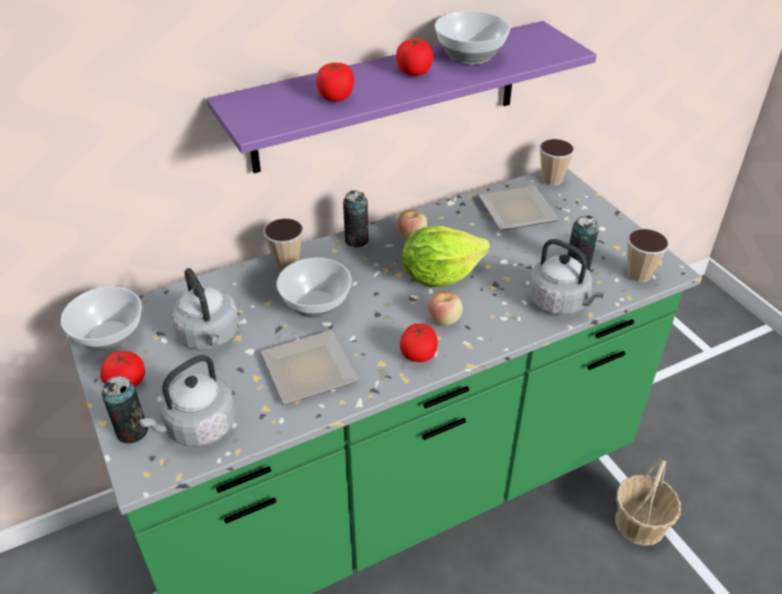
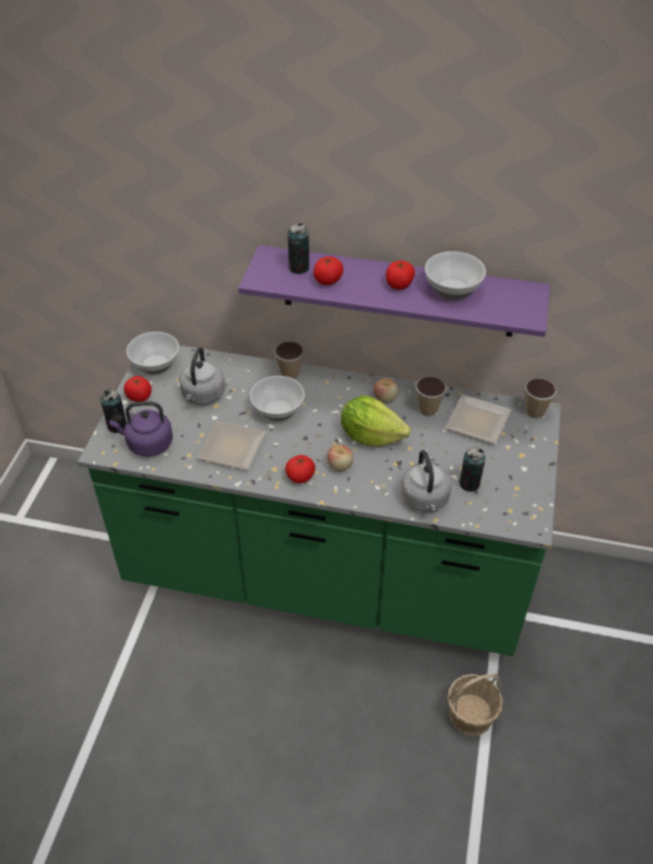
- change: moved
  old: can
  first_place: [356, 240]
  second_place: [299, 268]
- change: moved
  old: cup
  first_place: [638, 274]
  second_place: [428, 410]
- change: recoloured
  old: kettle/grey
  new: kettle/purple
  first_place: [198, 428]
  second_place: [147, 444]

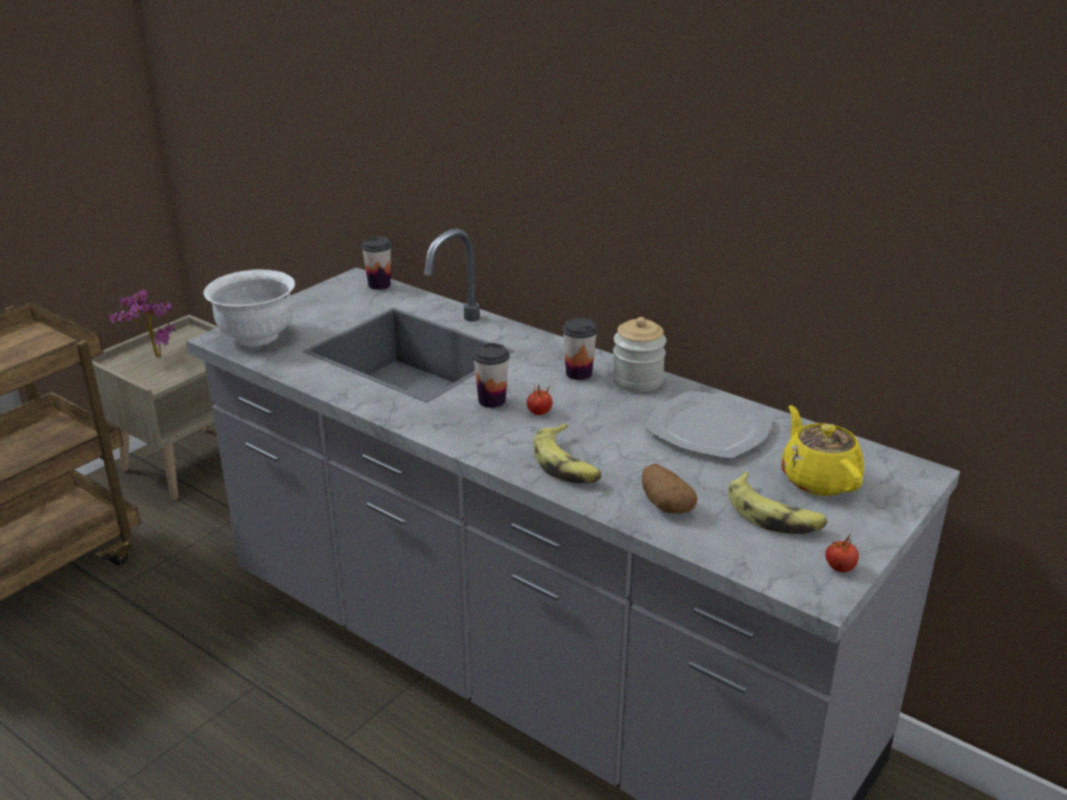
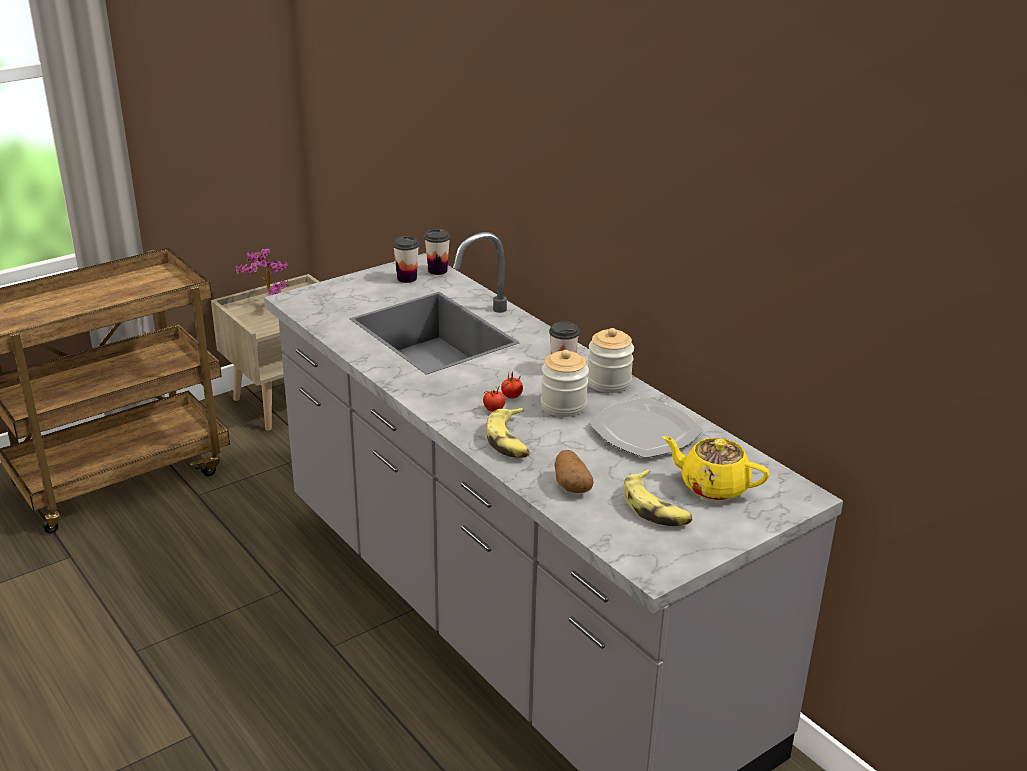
- change: removed
  old: bowl/white
  first_place: [256, 336]
- change: added
  new: jar
  second_place: [563, 406]
- change: moved
  old: cup
  first_place: [492, 401]
  second_place: [407, 278]
- change: moved
  old: tomato
  first_place: [839, 568]
  second_place: [494, 409]
- change: turned
  old: teapot/yellow
  first_place: [818, 479]
  second_place: [712, 486]
  degrees: -60

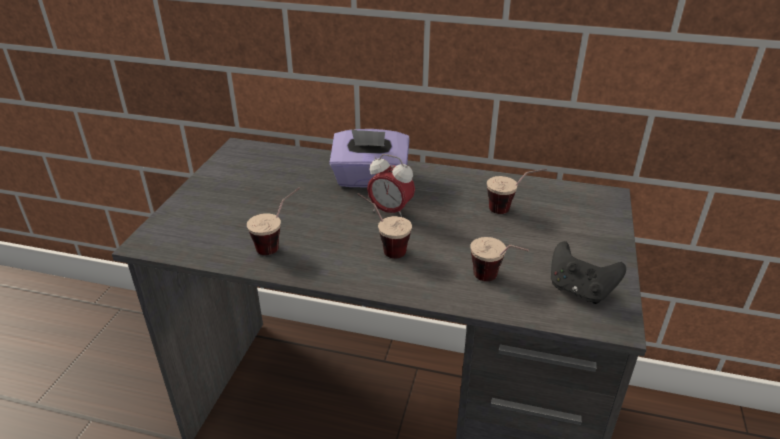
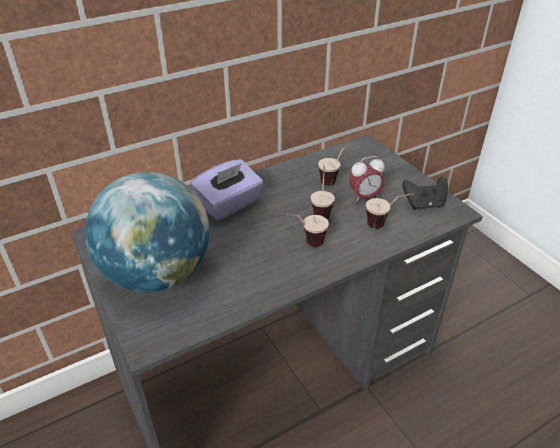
- change: added
  new: globe
  second_place: [158, 274]
- change: moved
  old: cup
  first_place: [279, 244]
  second_place: [321, 210]
- change: moved
  old: alarm clock
  first_place: [390, 211]
  second_place: [364, 197]

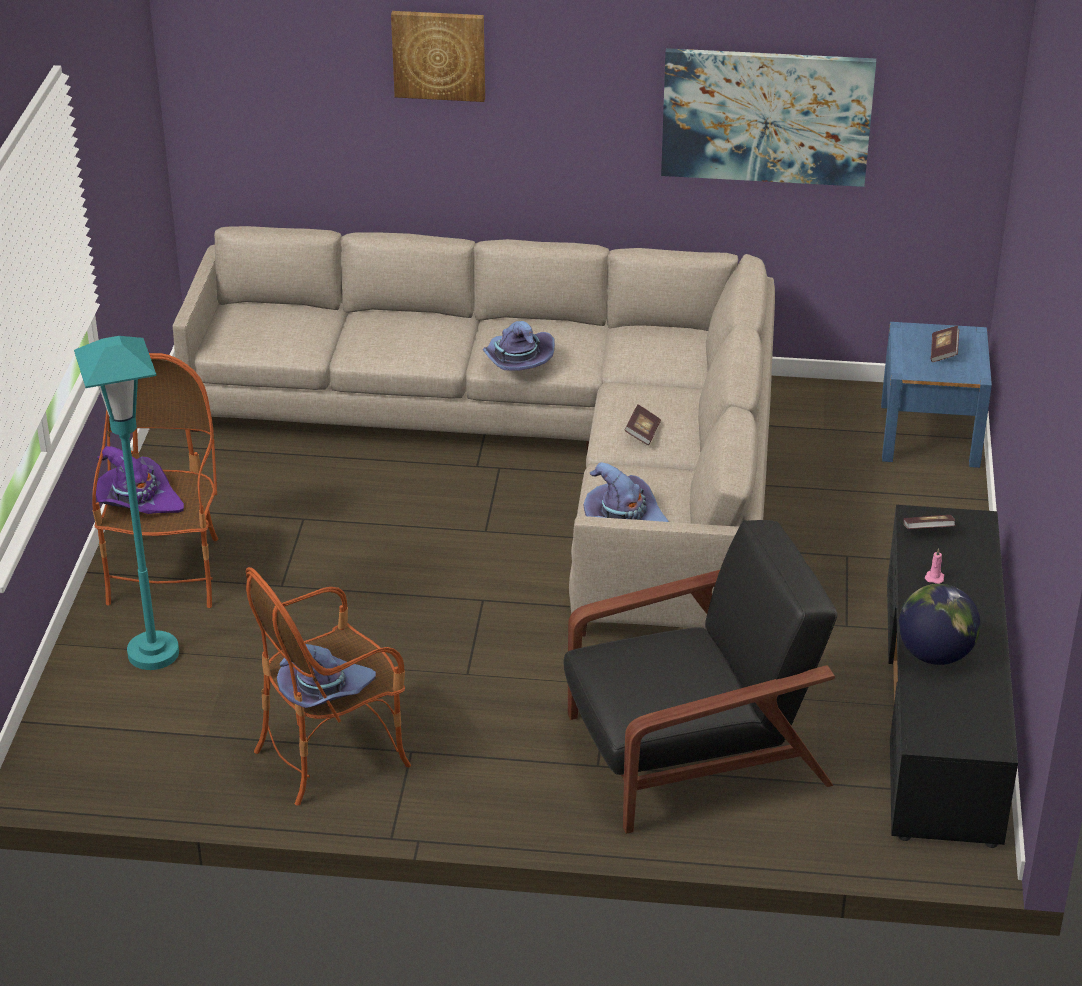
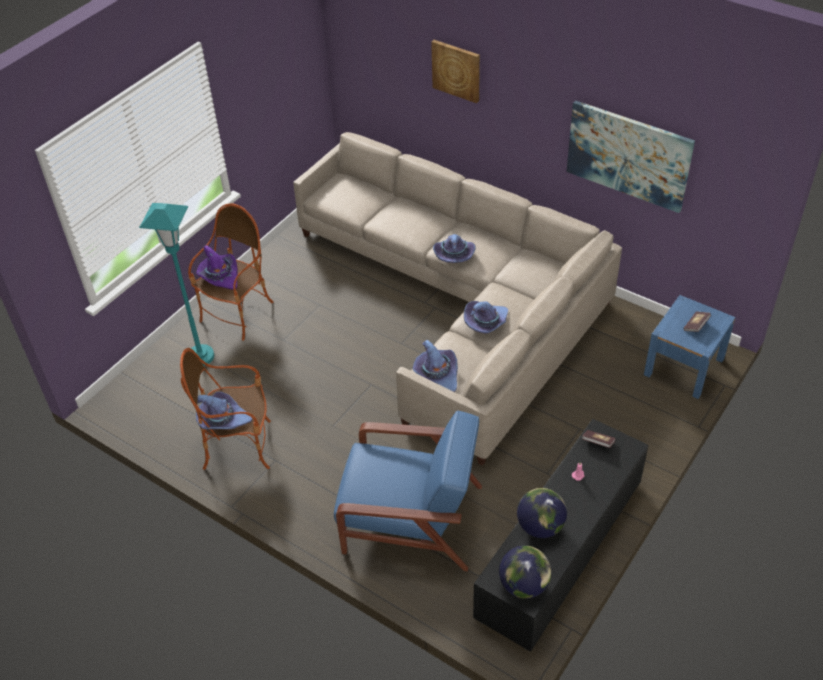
- change: added
  new: globe
  second_place: [524, 585]
- change: replaced
  old: book
  new: hat/purple
  first_place: [642, 433]
  second_place: [486, 322]
- change: recoloured
  old: armchair/black
  new: armchair/blue
  first_place: [691, 751]
  second_place: [409, 518]

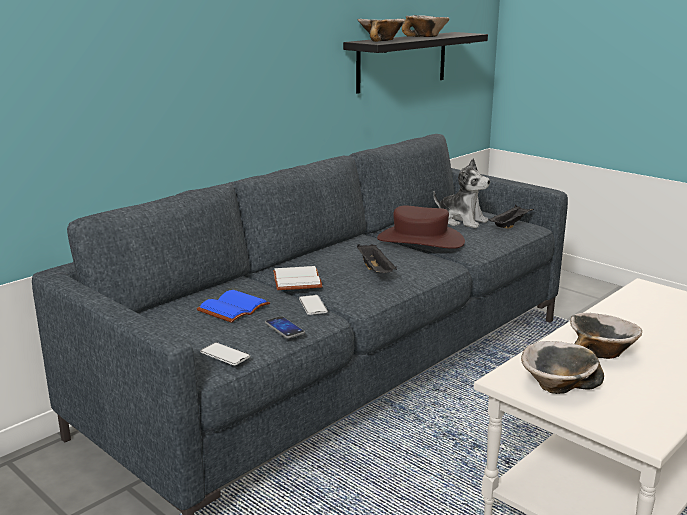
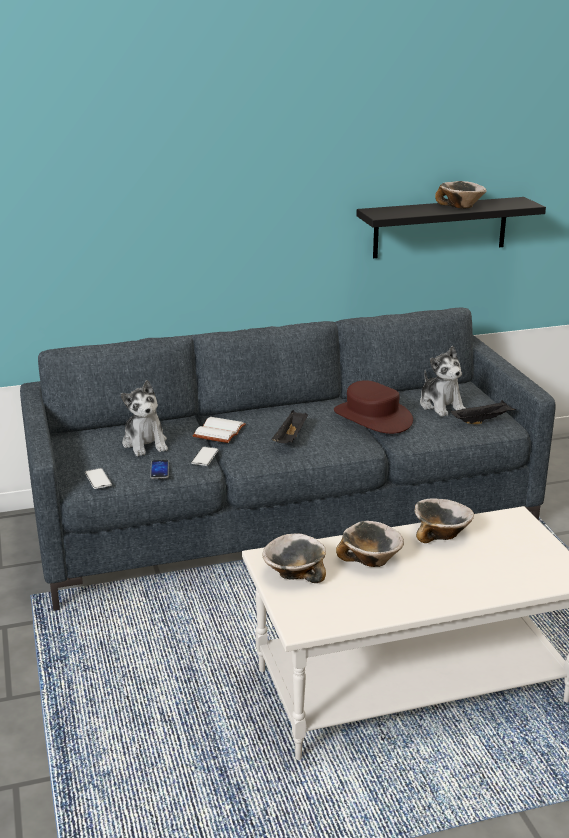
- change: moved
  old: bowl
  first_place: [381, 40]
  second_place: [441, 534]
- change: replaced
  old: book/blue
  new: plush toy
  first_place: [233, 307]
  second_place: [145, 443]

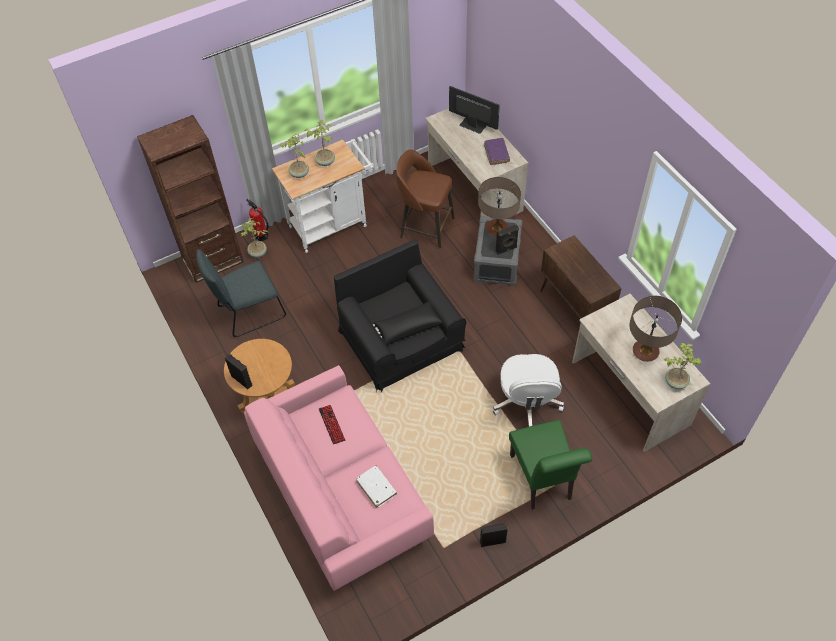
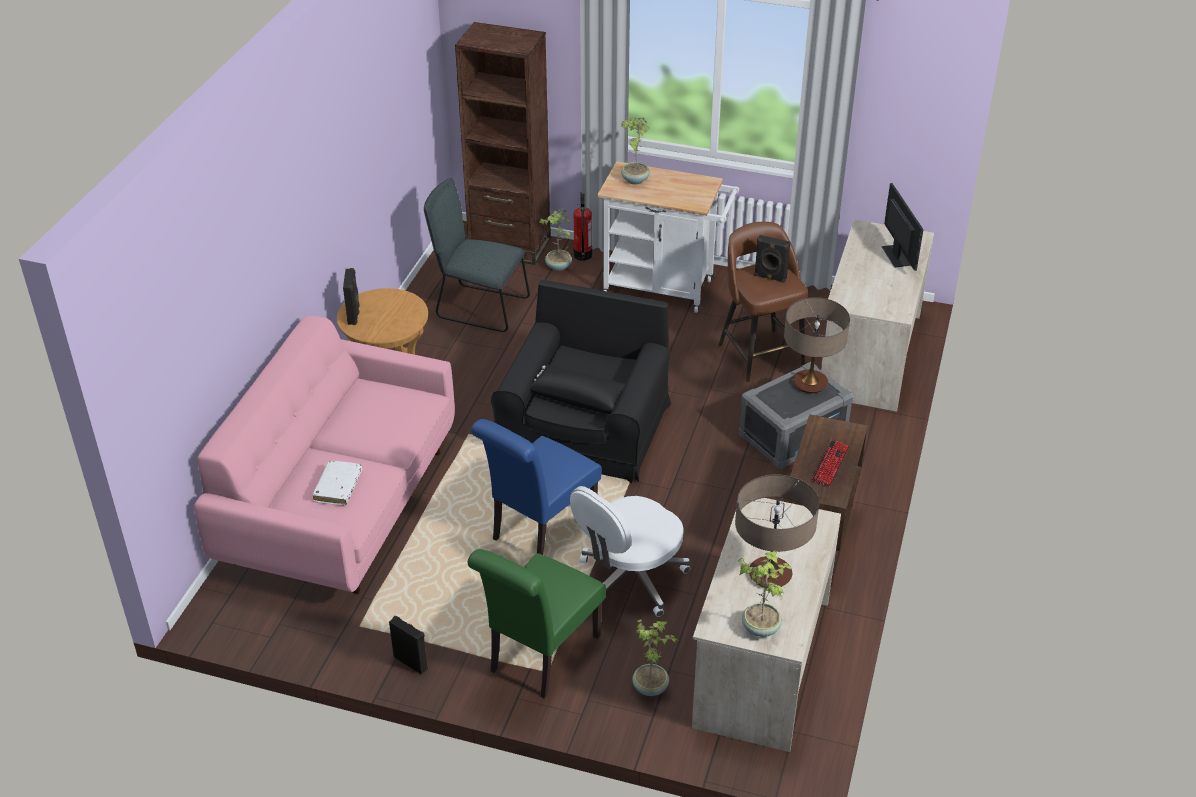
- change: removed
  old: book/purple
  first_place: [496, 154]
- change: added
  new: chair/blue
  second_place: [539, 531]
- change: moved
  old: potted plant
  first_place: [325, 161]
  second_place: [651, 686]
- change: moved
  old: keyboard
  first_place: [331, 425]
  second_place: [830, 464]
- change: moved
  old: speaker/black
  first_place: [506, 249]
  second_place: [770, 277]

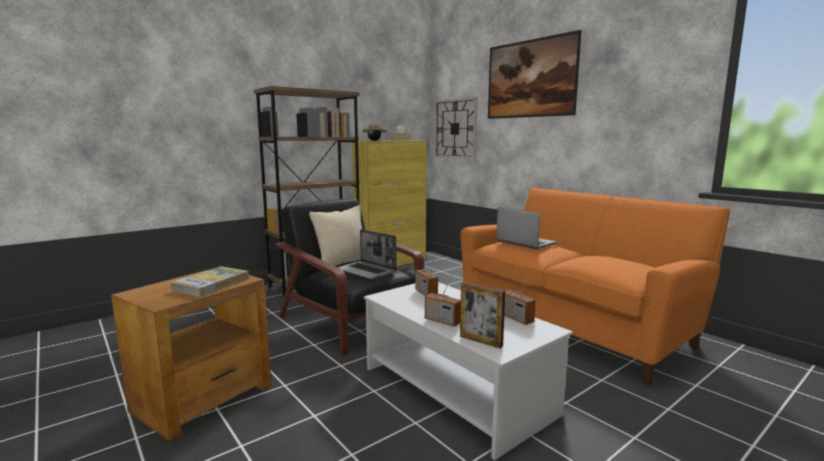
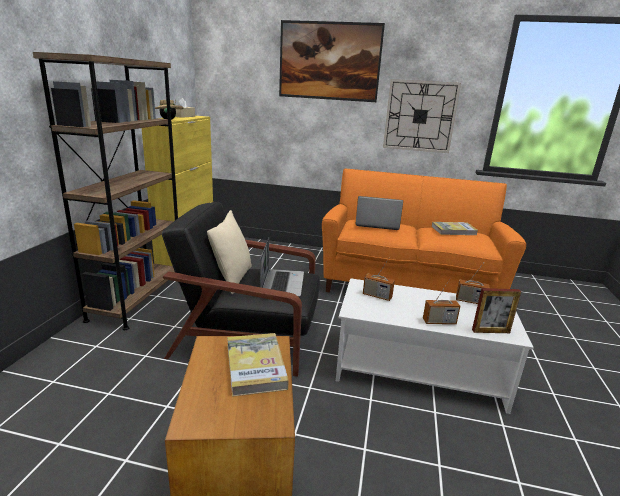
- change: added
  new: book
  second_place: [453, 230]
- change: moved
  old: wall clock
  first_place: [455, 129]
  second_place: [420, 116]
- change: turned
  old: laptop
  first_place: [366, 271]
  second_place: [281, 284]
  degrees: -90

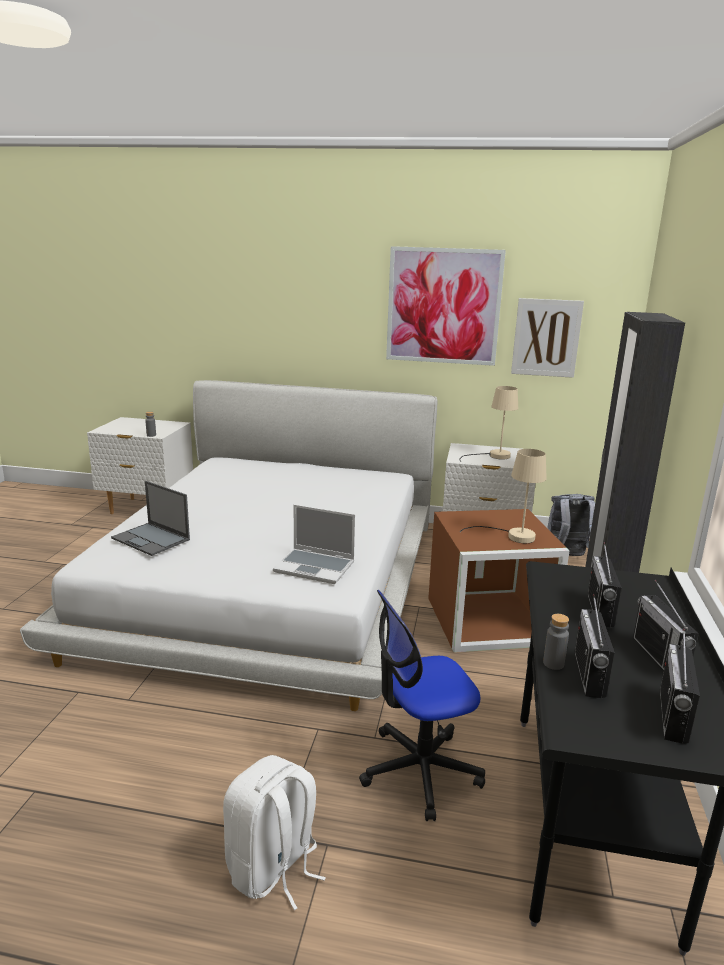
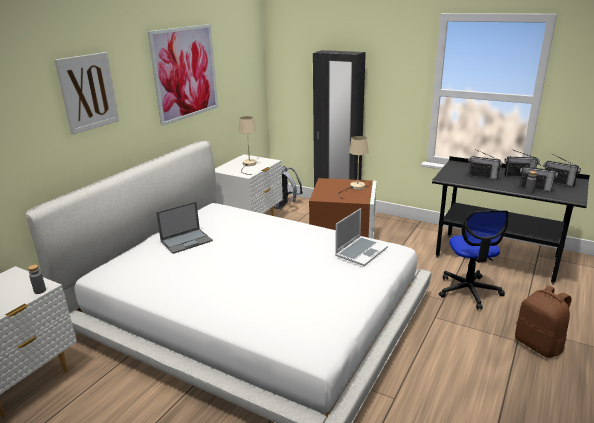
- change: moved
  old: laptop
  first_place: [151, 539]
  second_place: [187, 241]
- change: moved
  old: picture
  first_place: [546, 338]
  second_place: [88, 92]
- change: recoloured
  old: backpack/white
  new: backpack/brown
  first_place: [273, 868]
  second_place: [539, 345]

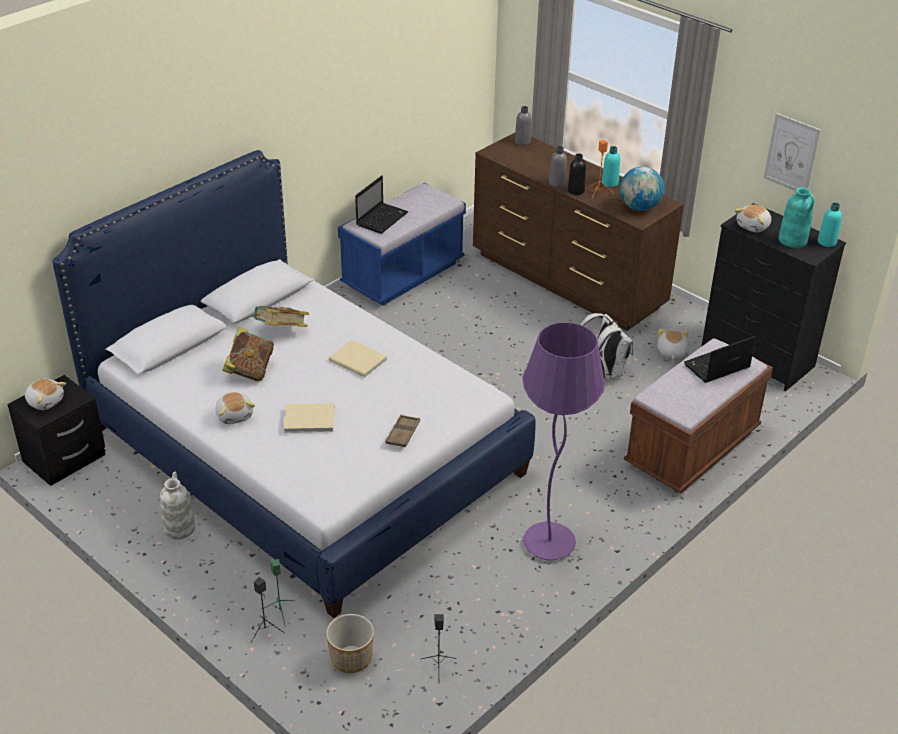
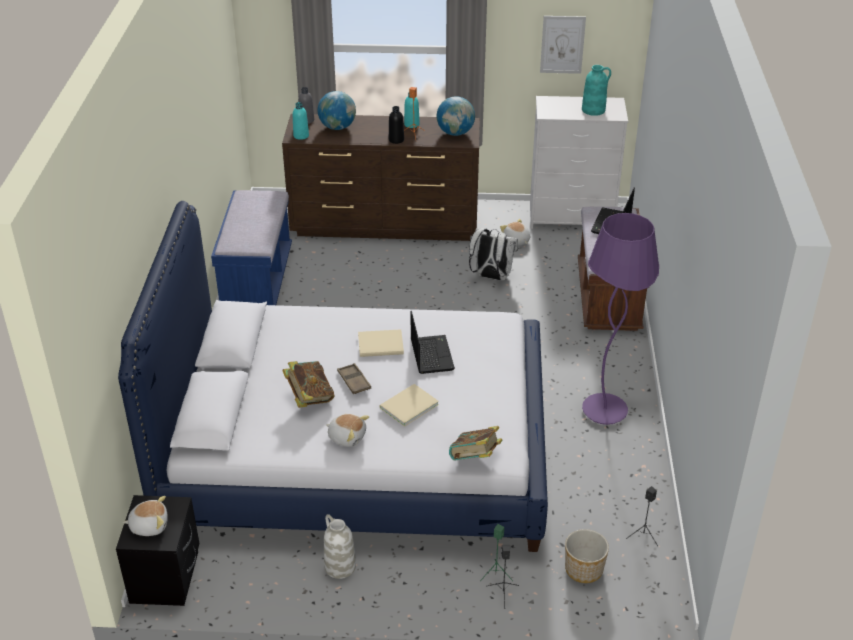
- change: removed
  old: bottle/grey
  first_place: [557, 183]
- change: removed
  old: plush toy
  first_place: [753, 226]
- change: added
  new: globe
  second_place: [337, 127]
- change: moved
  old: book
  first_place: [281, 331]
  second_place: [475, 459]
- change: moved
  old: laptop
  first_place: [382, 218]
  second_place: [431, 354]
- change: moved
  old: tray/brown
  first_place: [403, 434]
  second_place: [354, 381]
- change: moved
  old: bottle/turquoise
  first_place: [826, 242]
  second_place: [301, 136]
- change: recoloured
  old: dresser/black
  new: dresser/white
  first_place: [758, 357]
  second_place: [572, 217]

